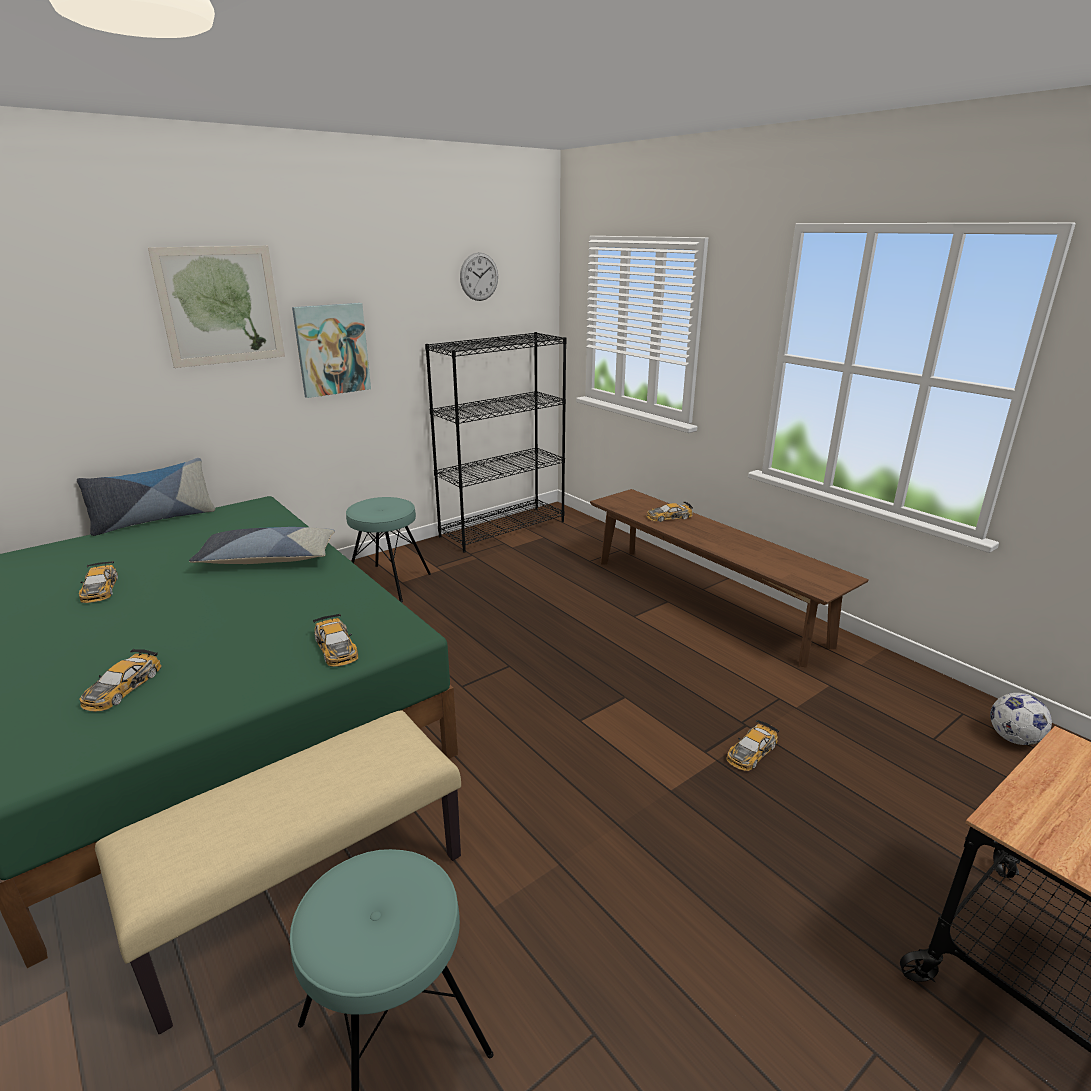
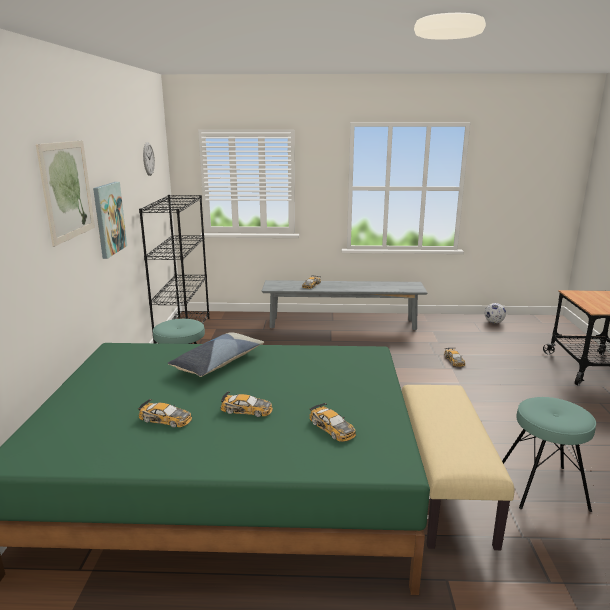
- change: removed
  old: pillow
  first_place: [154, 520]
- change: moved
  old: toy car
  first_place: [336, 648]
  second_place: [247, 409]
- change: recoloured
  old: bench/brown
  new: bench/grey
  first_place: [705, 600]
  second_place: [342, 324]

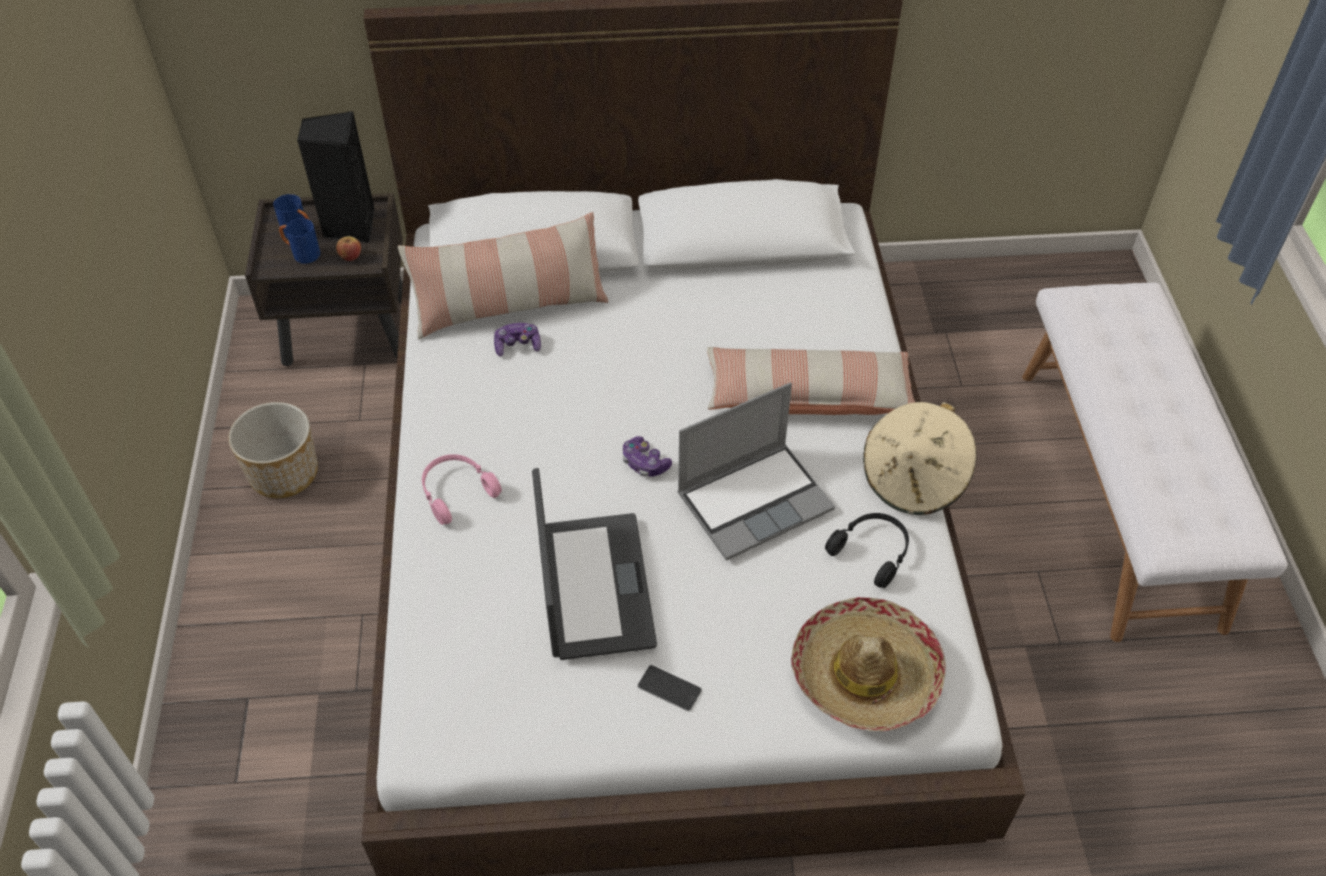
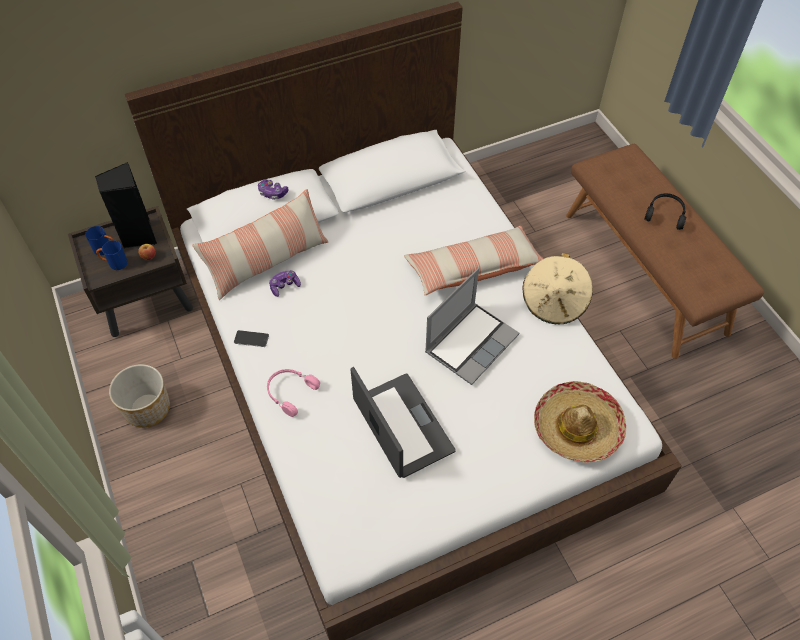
- change: moved
  old: game controller
  first_place: [645, 463]
  second_place: [272, 193]
- change: moved
  old: phone
  first_place: [669, 688]
  second_place: [251, 338]
- change: moved
  old: headphones/black
  first_place: [872, 551]
  second_place: [665, 214]
- change: recoloured
  old: bench/white
  new: bench/brown
  first_place: [1120, 494]
  second_place: [645, 271]

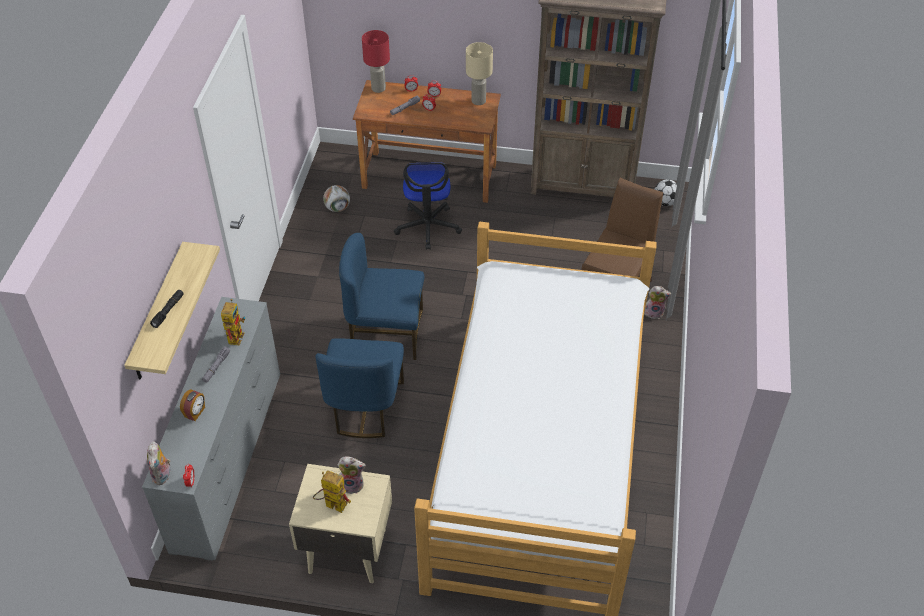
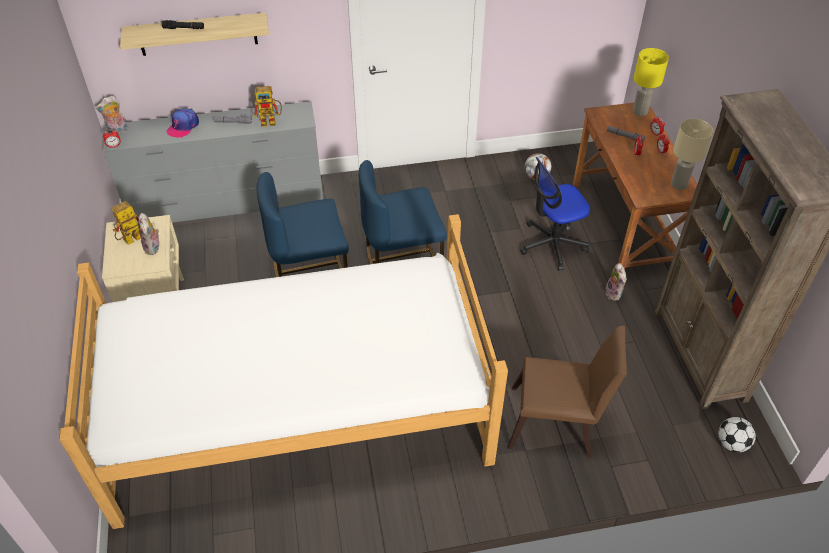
- change: moved
  old: plush toy
  first_place: [654, 312]
  second_place: [614, 293]
- change: replaced
  old: alarm clock
  new: cap
  first_place: [195, 412]
  second_place: [183, 126]
- change: recoloured
  old: table lamp/red
  new: table lamp/yellow
  first_place: [379, 88]
  second_place: [640, 112]
- change: turned
  old: toy robot
  first_place: [331, 505]
  second_place: [129, 241]
  degrees: -135
- change: turned
  old: chair/blue
  first_place: [386, 332]
  second_place: [402, 255]
  degrees: -90

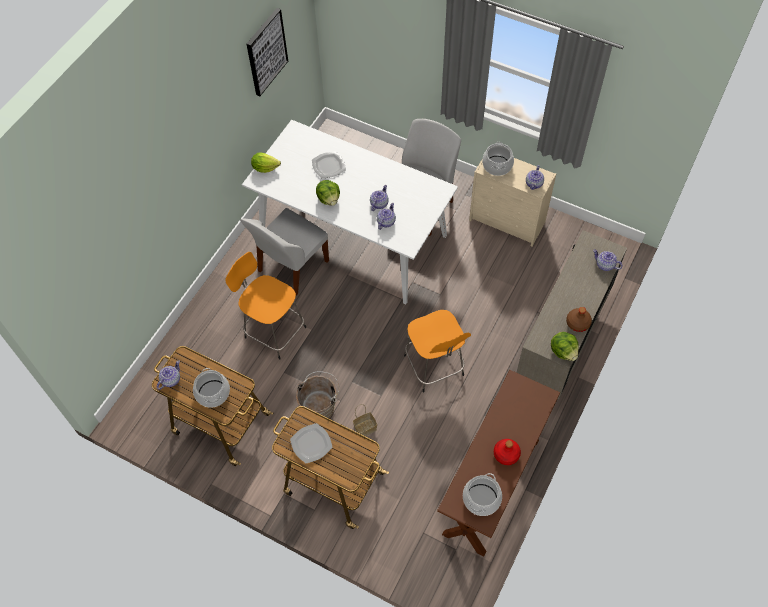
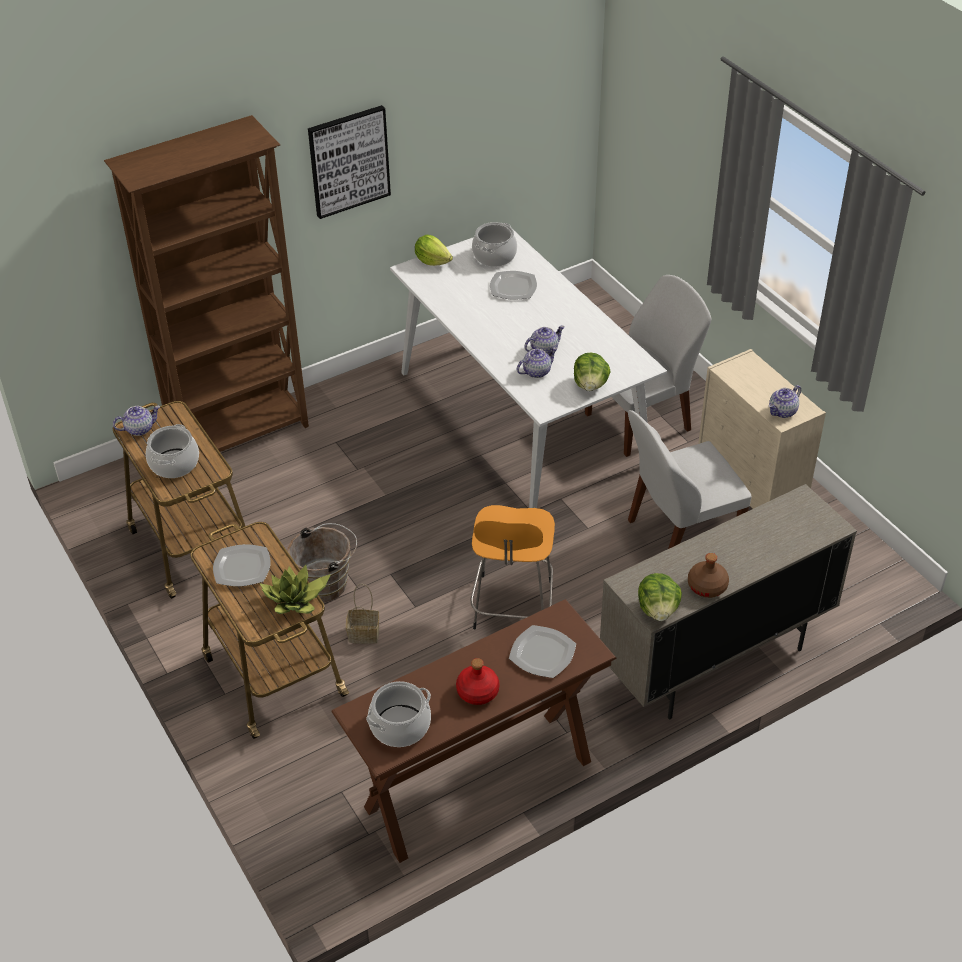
- change: removed
  old: stool/orange
  first_place: [273, 331]
- change: removed
  old: teapot
  first_place: [604, 265]
- change: added
  new: bookcase/brown
  second_place: [241, 434]
- change: added
  new: potted plant
  second_place: [295, 600]
- change: added
  new: plate
  second_place: [541, 653]
- change: moved
  old: chair/white
  first_place: [292, 267]
  second_place: [679, 536]
- change: moved
  old: picture
  first_place: [266, 52]
  second_place: [348, 161]
- change: moved
  old: lettuce
  first_place: [329, 199]
  second_place: [590, 385]
- change: moved
  old: cooking pot
  first_place: [497, 166]
  second_place: [494, 256]

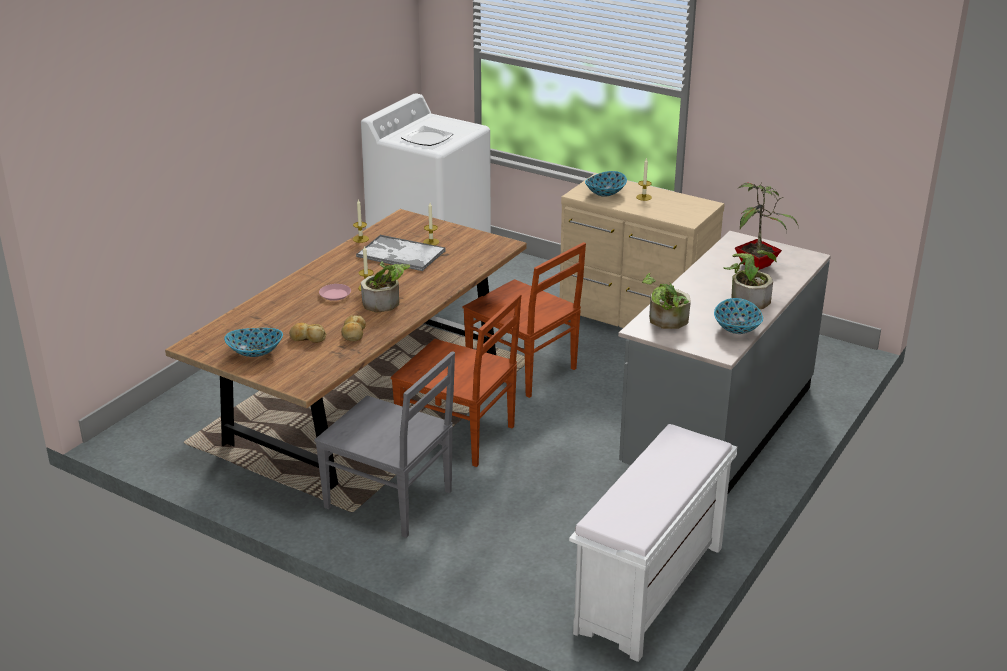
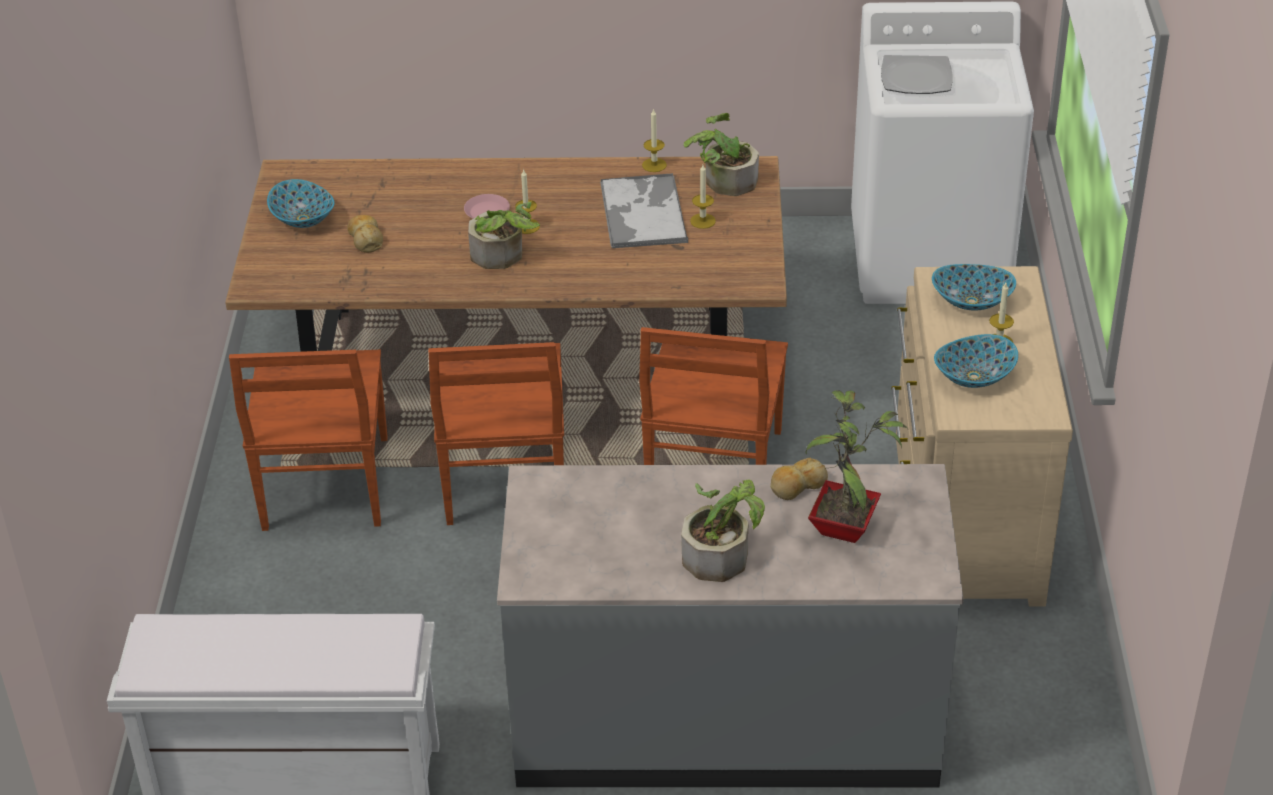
- change: moved
  old: bread
  first_place: [353, 333]
  second_place: [797, 486]
- change: moved
  old: potted plant
  first_place: [665, 321]
  second_place: [724, 181]
- change: moved
  old: bowl
  first_place: [737, 328]
  second_place: [974, 377]
- change: recoloured
  old: chair/grey
  new: chair/brown
  first_place: [391, 500]
  second_place: [325, 486]

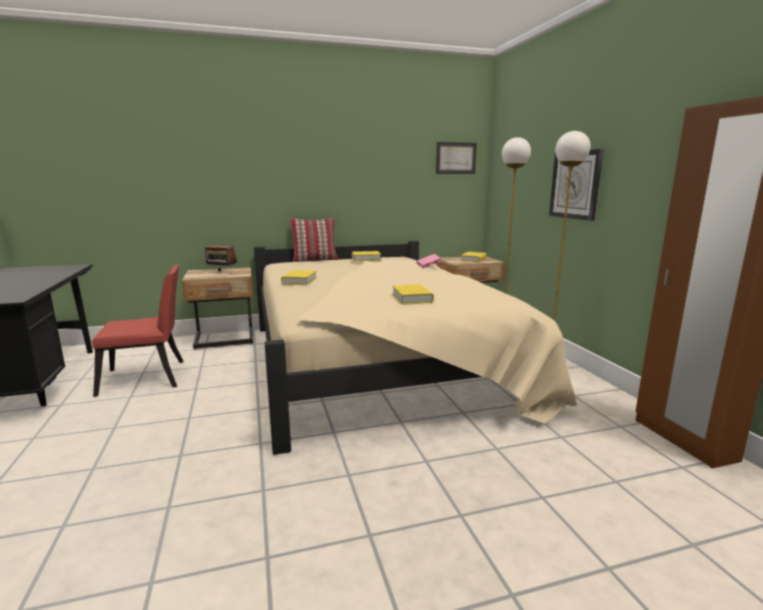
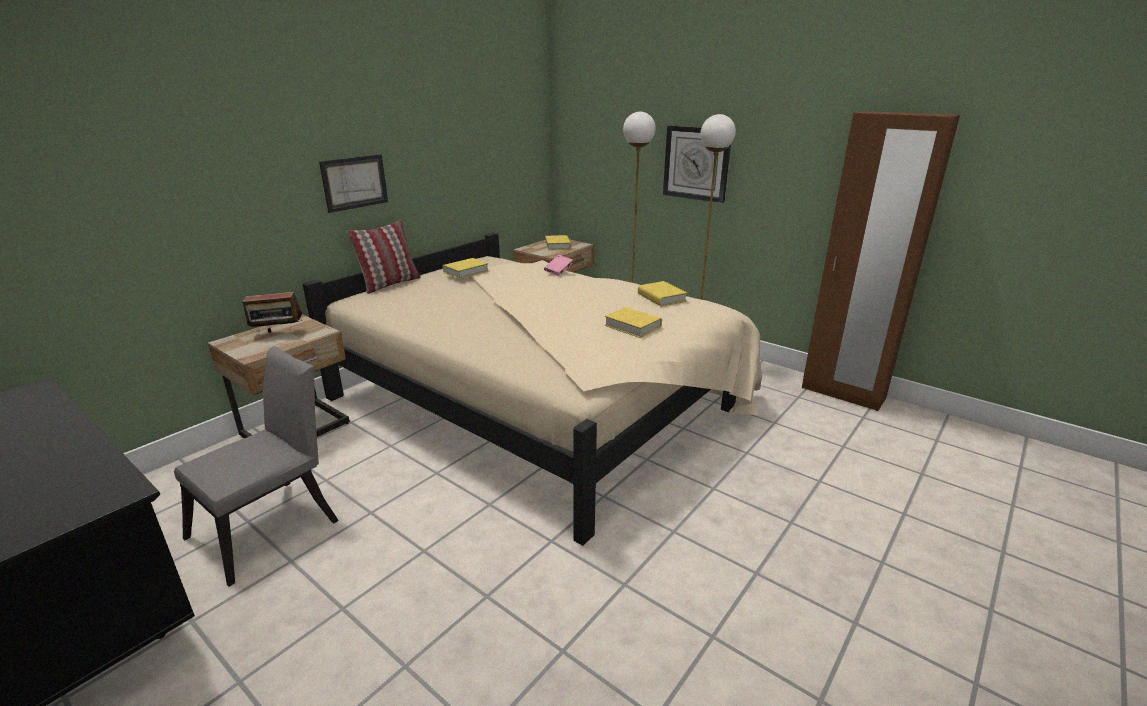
- change: moved
  old: book/yellow
  first_place: [299, 281]
  second_place: [661, 298]
- change: moved
  old: picture
  first_place: [456, 158]
  second_place: [354, 182]
- change: recoloured
  old: chair/red
  new: chair/grey
  first_place: [149, 378]
  second_place: [273, 525]

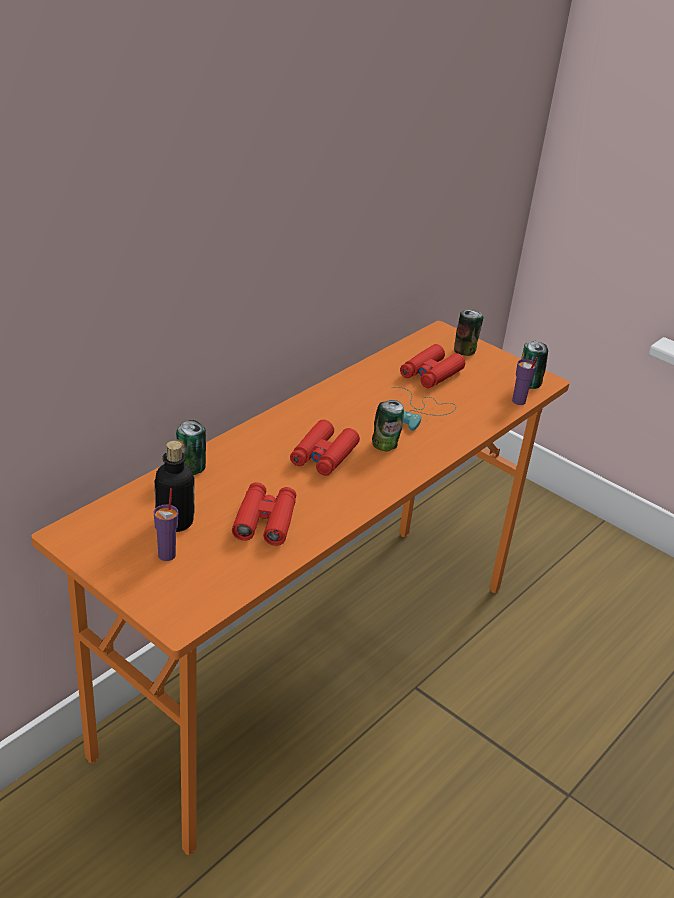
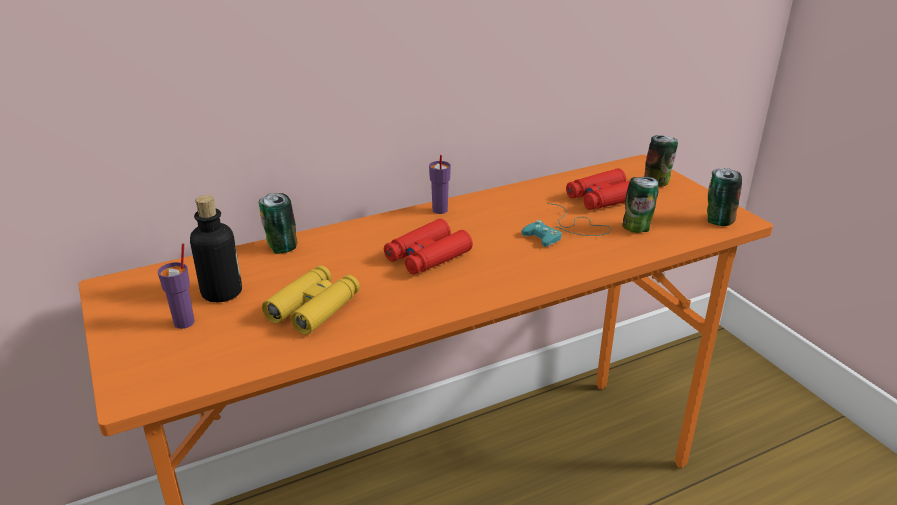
- change: moved
  old: can
  first_place: [385, 446]
  second_place: [637, 228]
- change: moved
  old: cup/purple
  first_place: [518, 401]
  second_place: [439, 210]
- change: recoloured
  old: binoculars/red
  new: binoculars/yellow
  first_place: [265, 520]
  second_place: [314, 307]

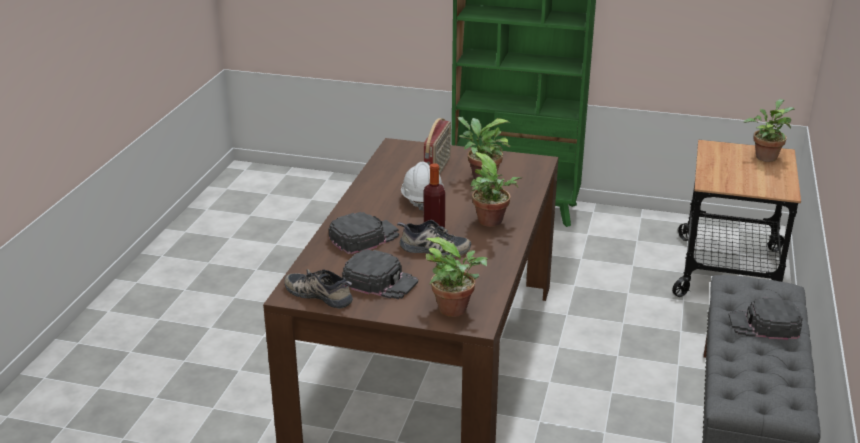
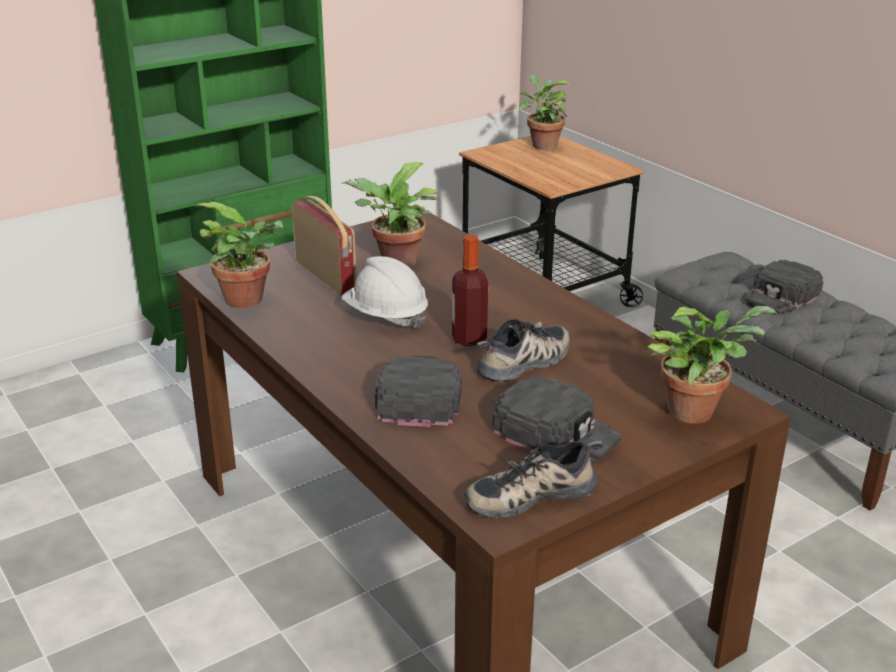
- change: moved
  old: potted plant
  first_place: [492, 222]
  second_place: [249, 300]
- change: turned
  old: cap/black
  first_place: [380, 281]
  second_place: [556, 432]
  degrees: 60

